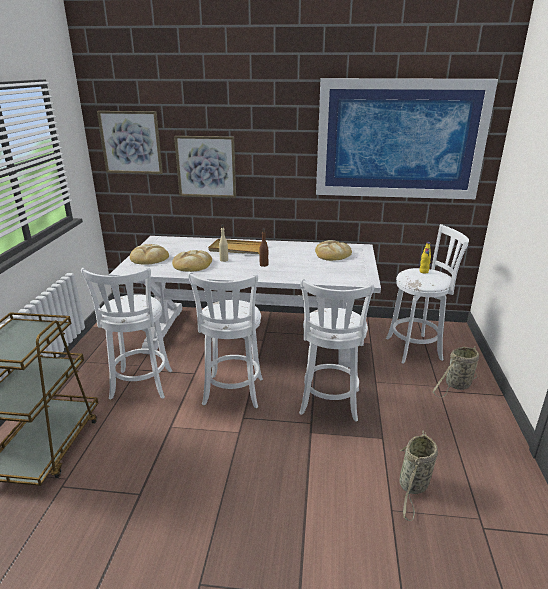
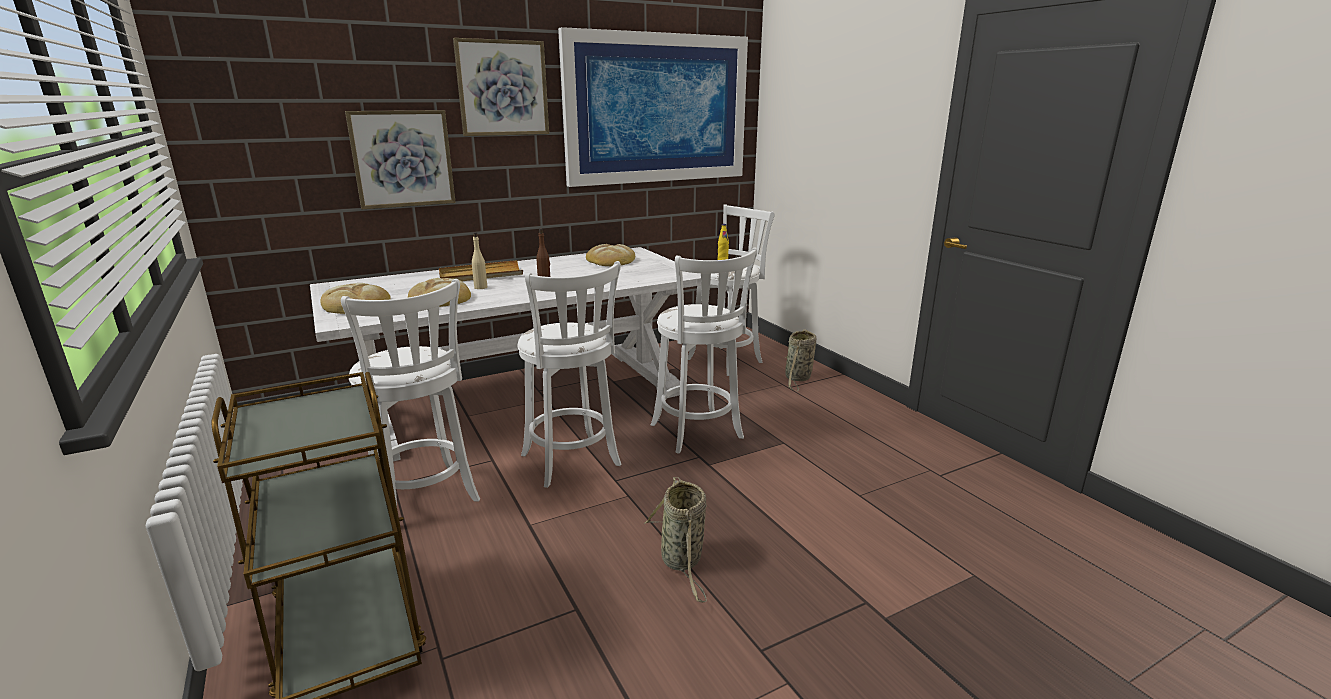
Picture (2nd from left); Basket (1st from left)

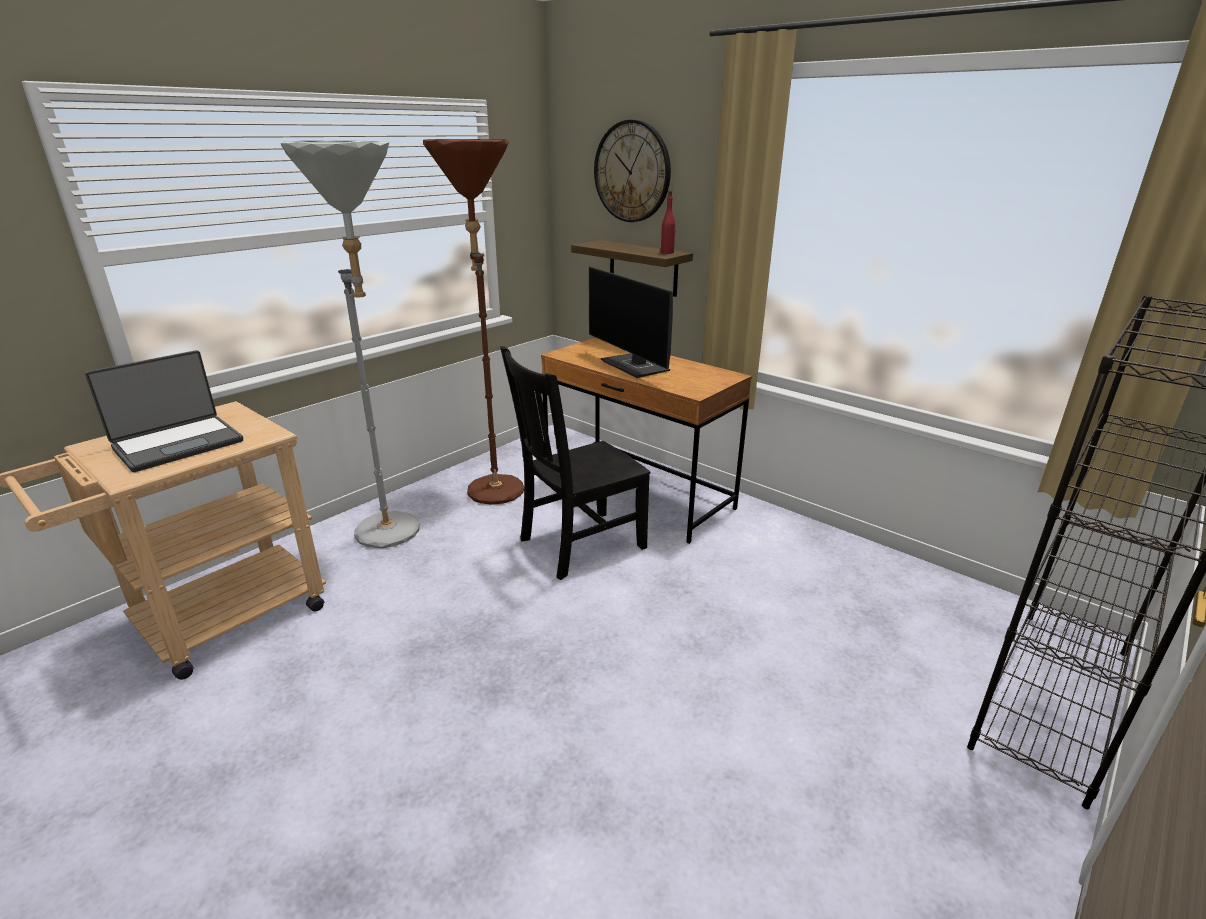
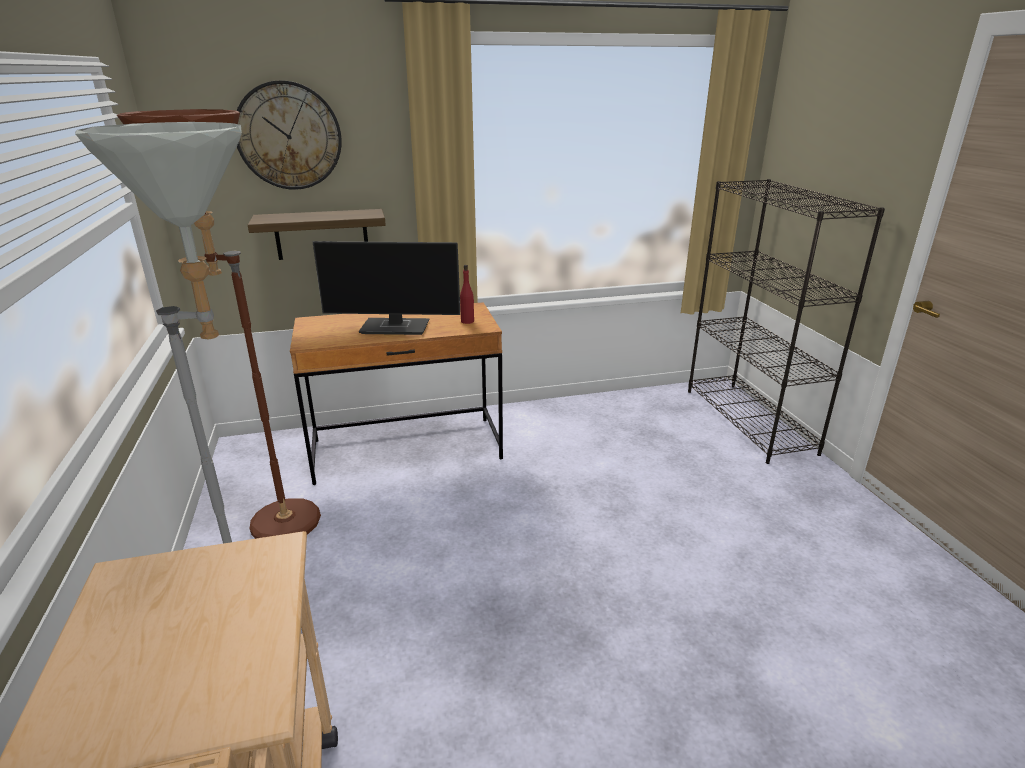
Laptop; BlackChair; RedBottle

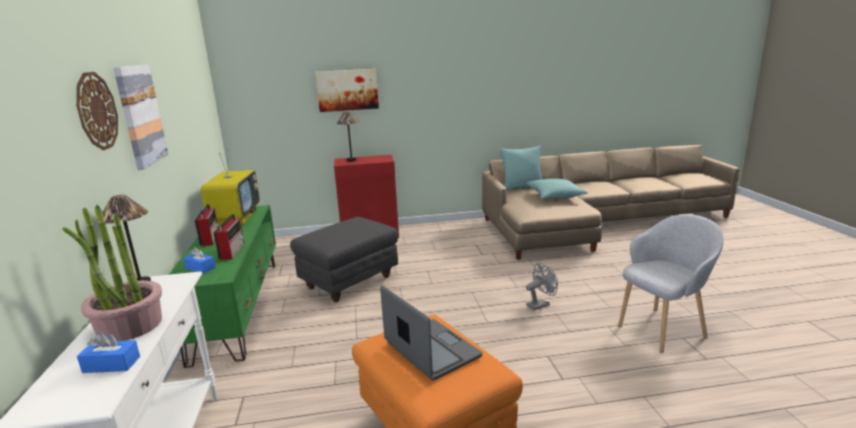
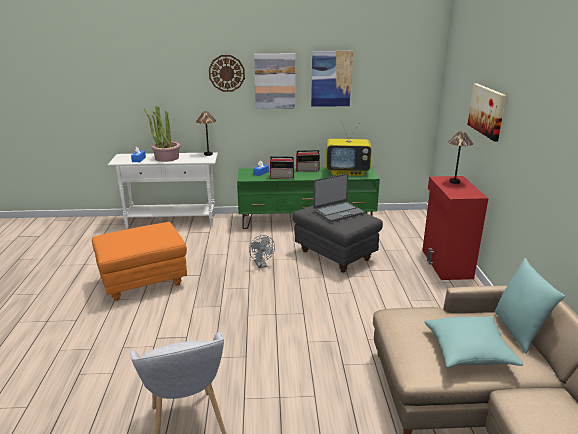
Laptop; GreyFan; Picture (2nd from left)

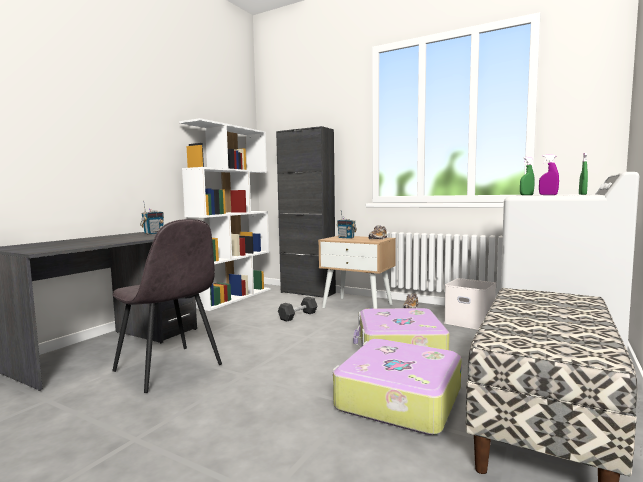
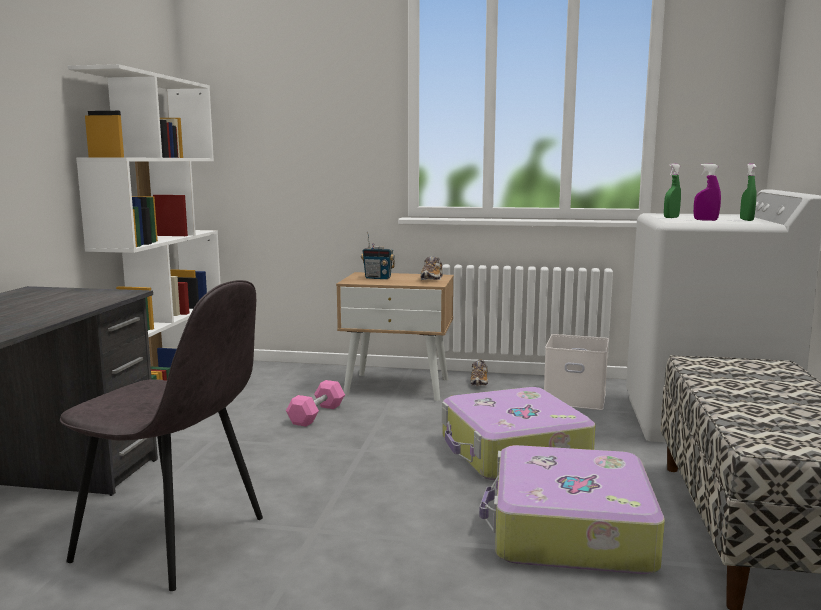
Radio (1st from left in the first image); BlackCabinet; PinkDumbbell

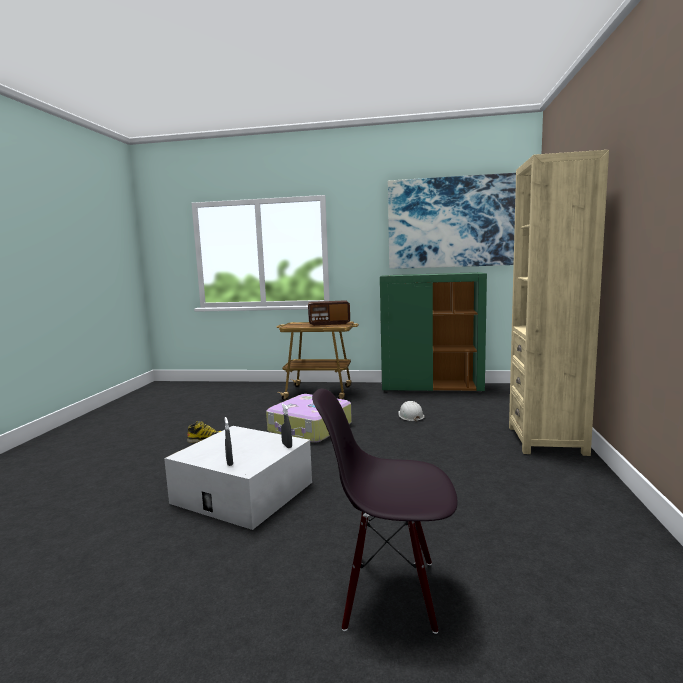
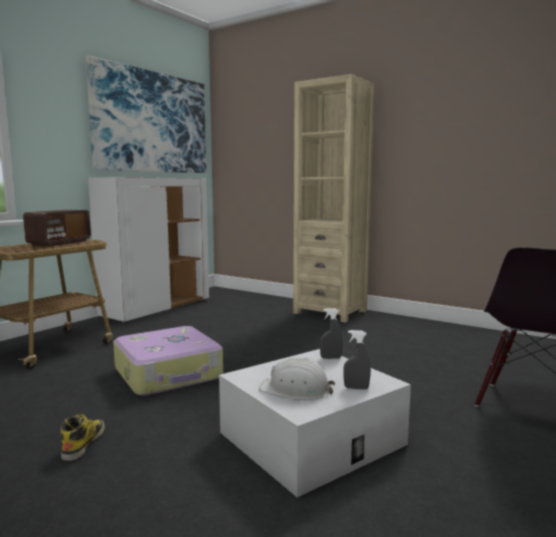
WhiteCabinet; WhiteHardHat

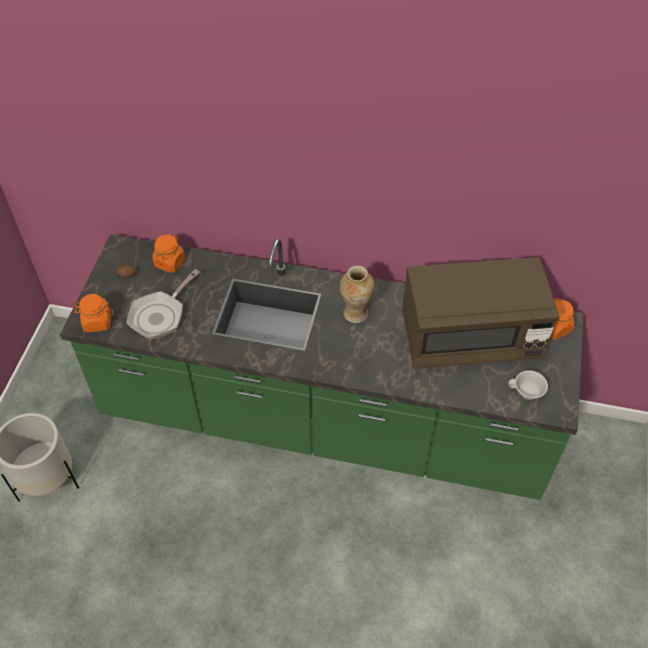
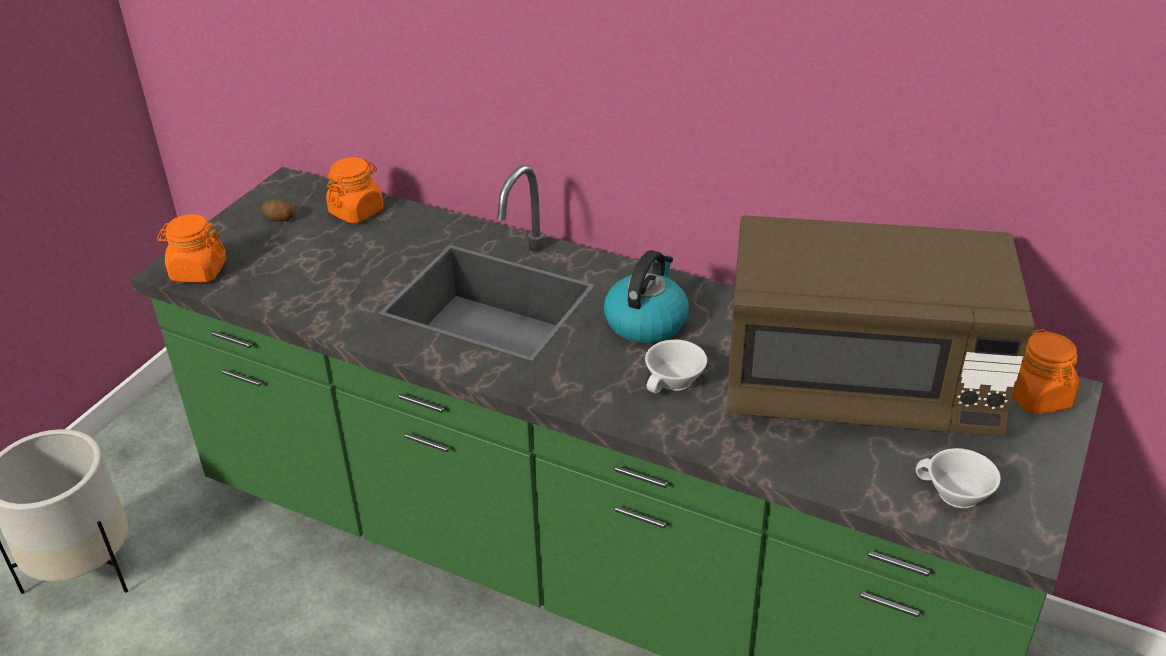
FryingPan; Kettle; WhiteCup (1st from left)

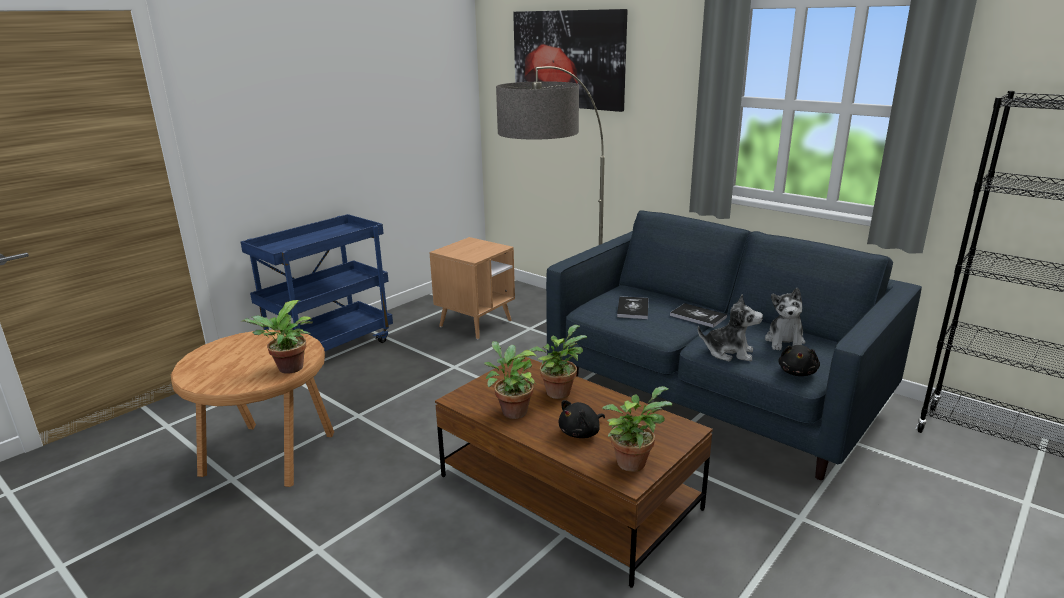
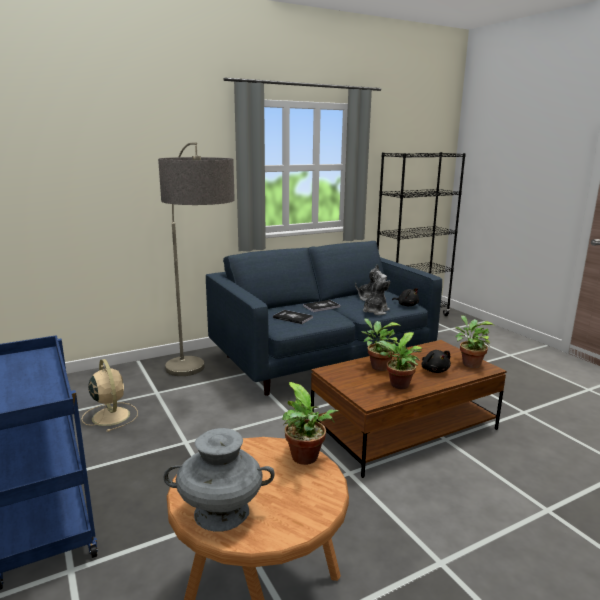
BeigeFan; Picture; GreyVase

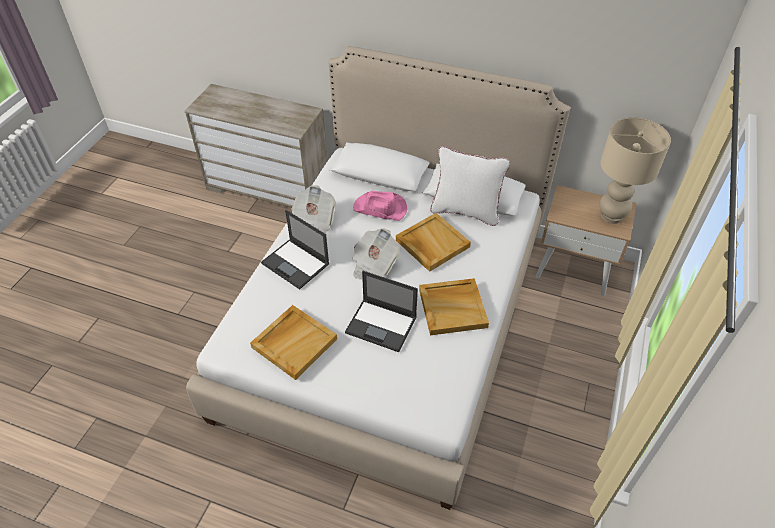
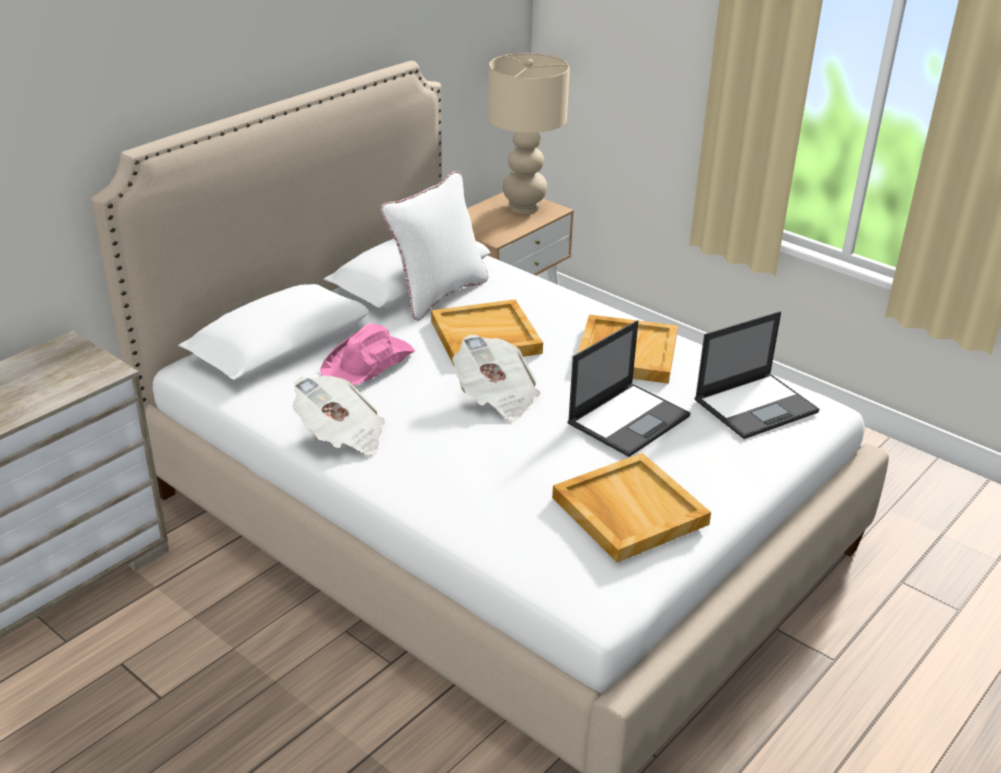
Laptop (2nd from left)

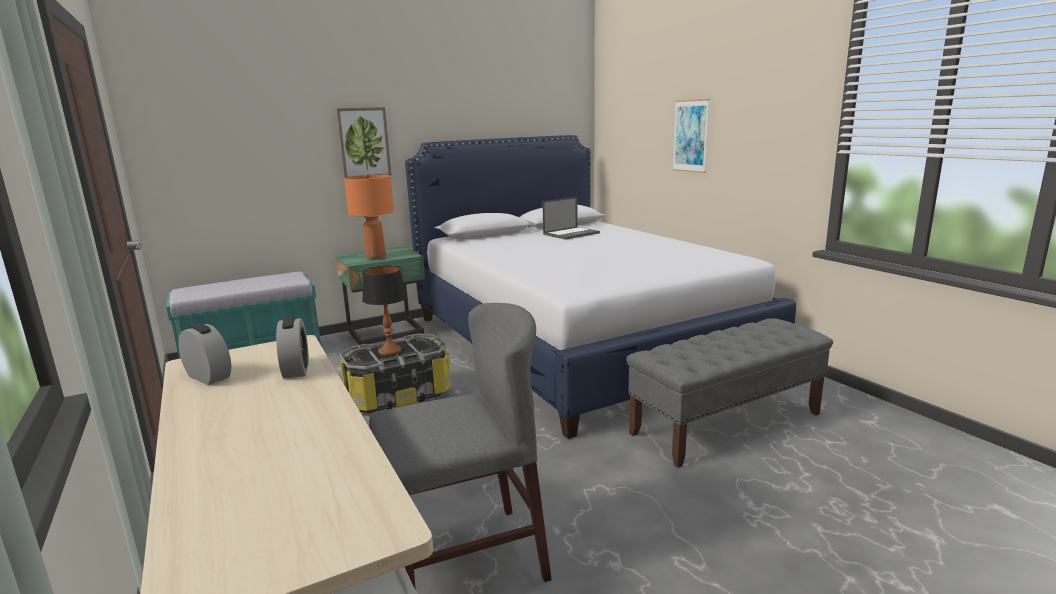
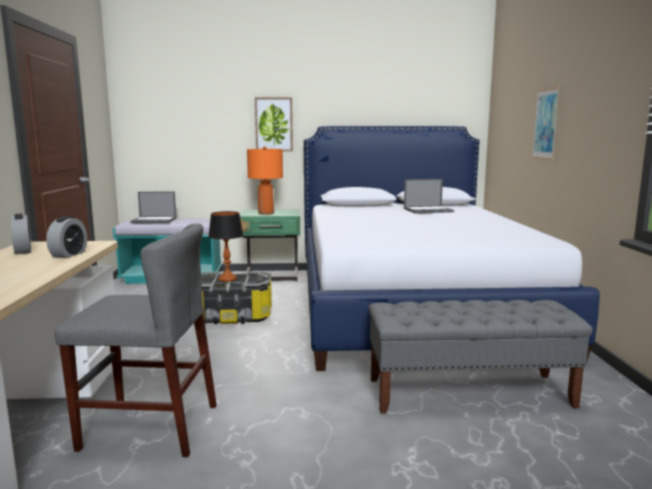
Laptop (1st from left)

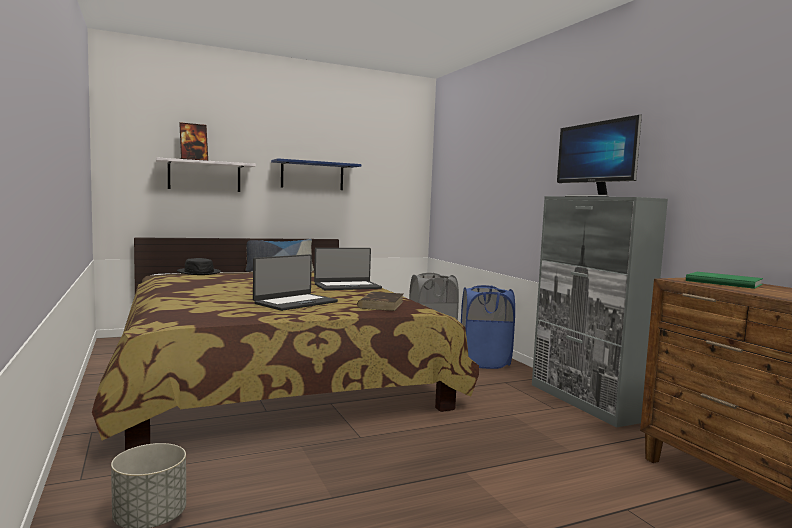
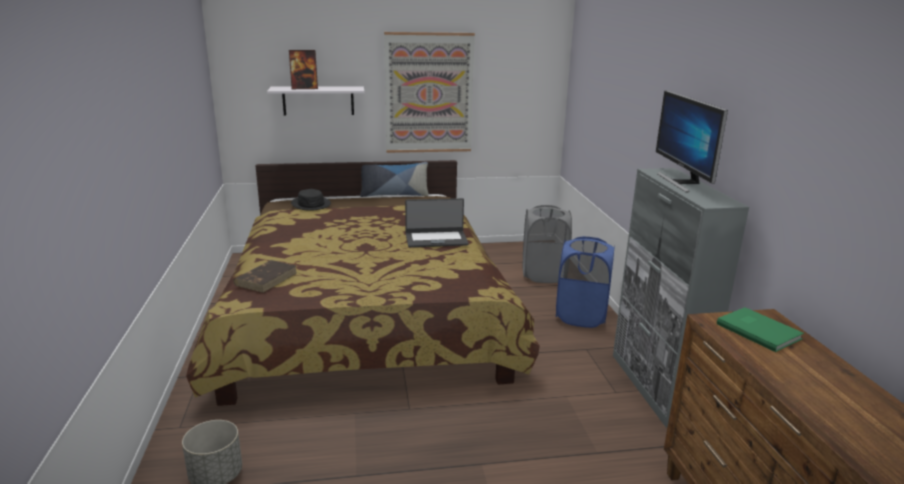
Laptop (1st from left in the first image); Picture; BrownBook

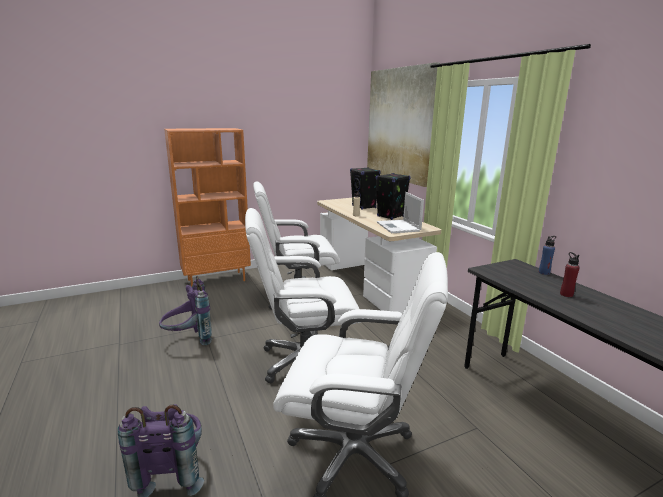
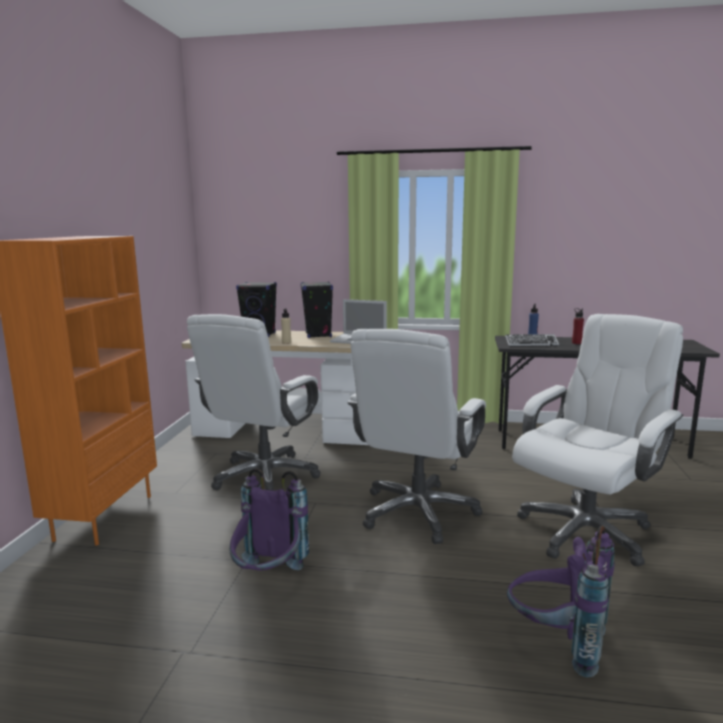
Picture; Keyboard

